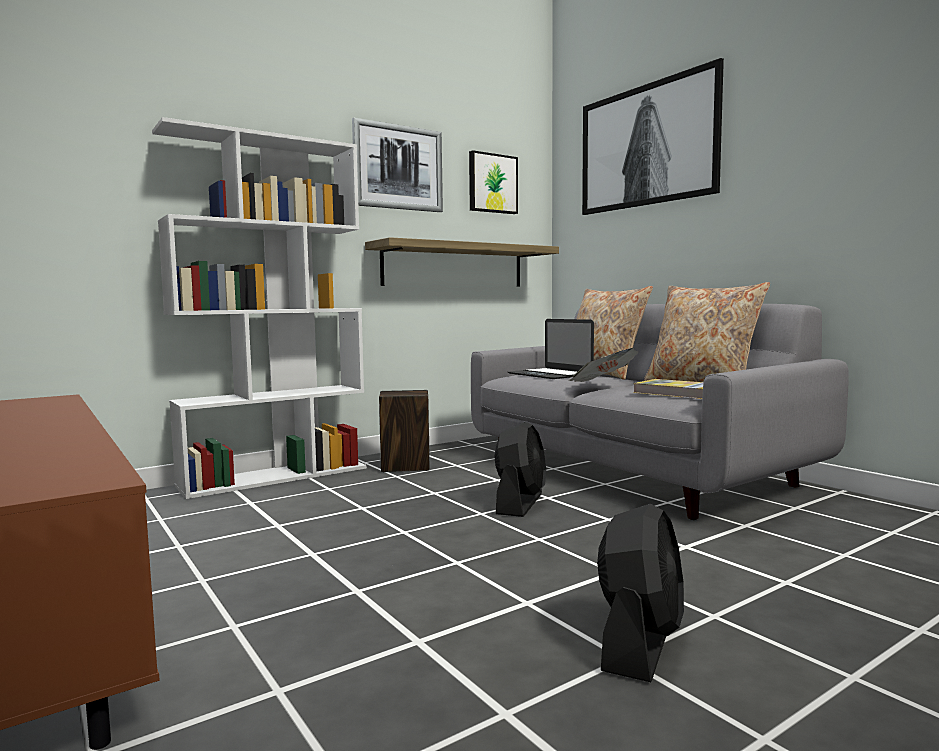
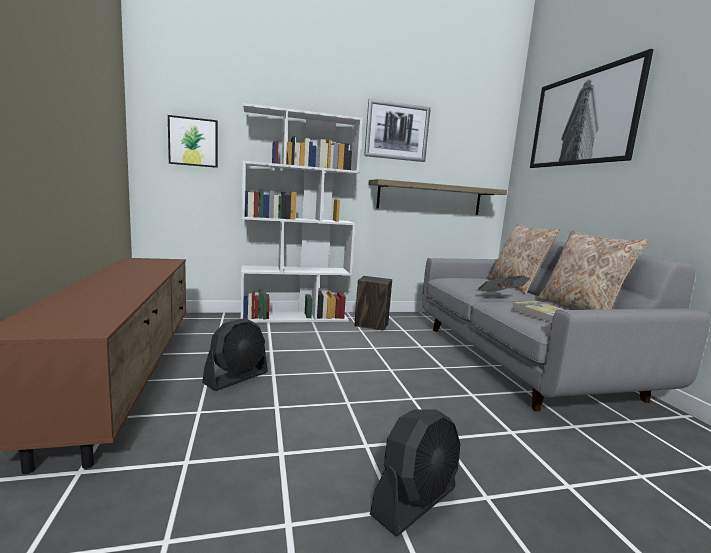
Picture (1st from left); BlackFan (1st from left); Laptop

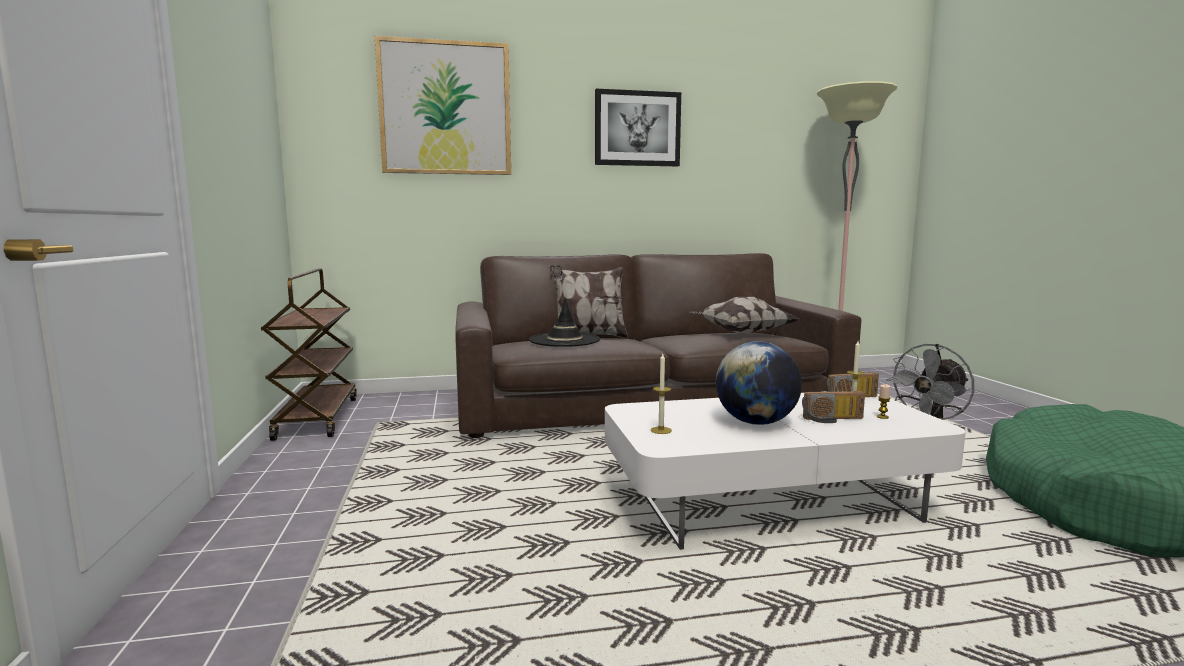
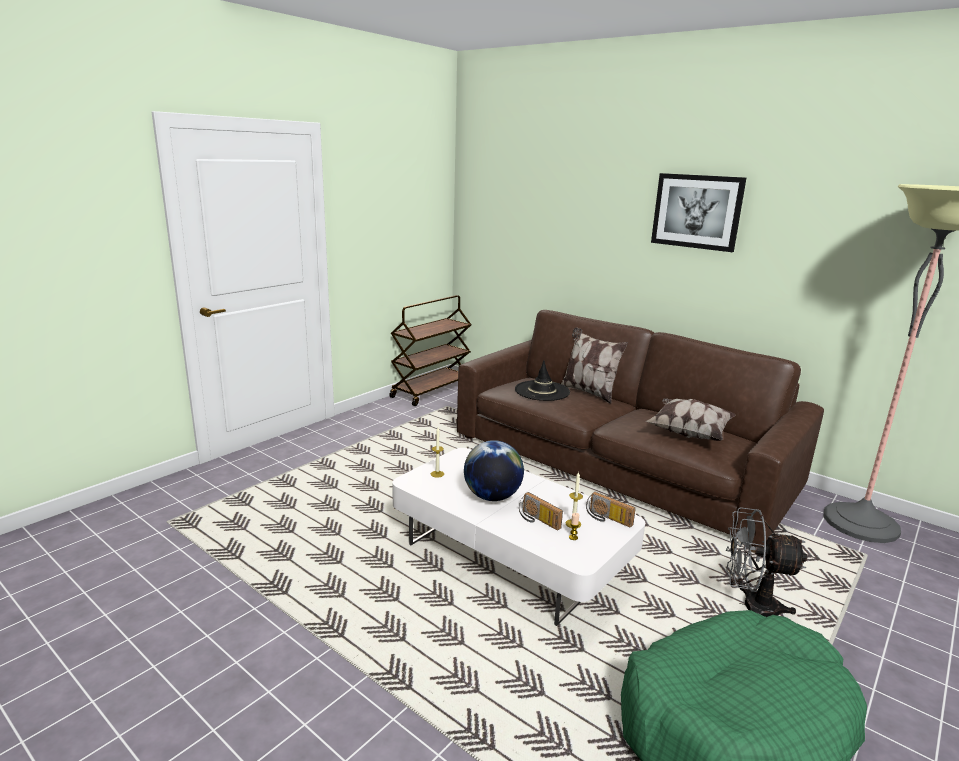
Picture (1st from left in the first image)

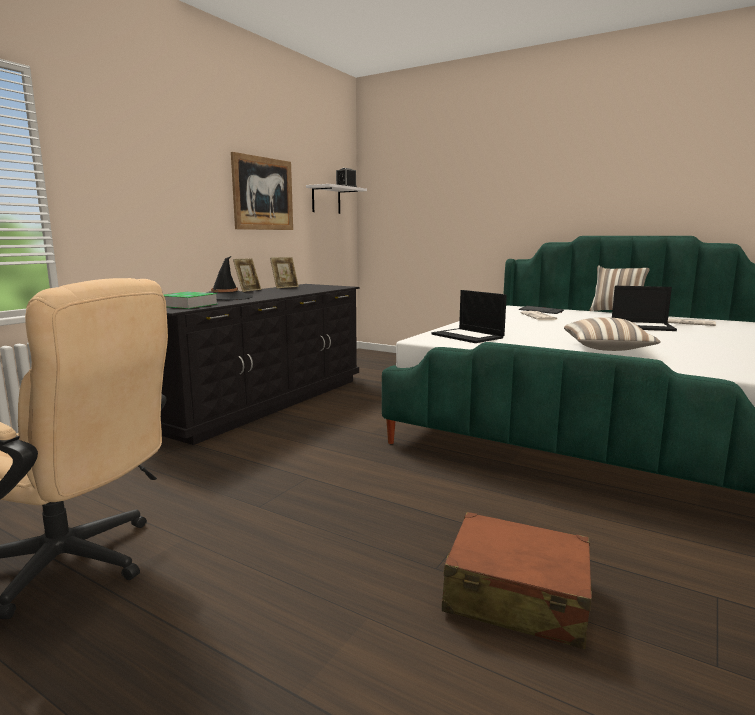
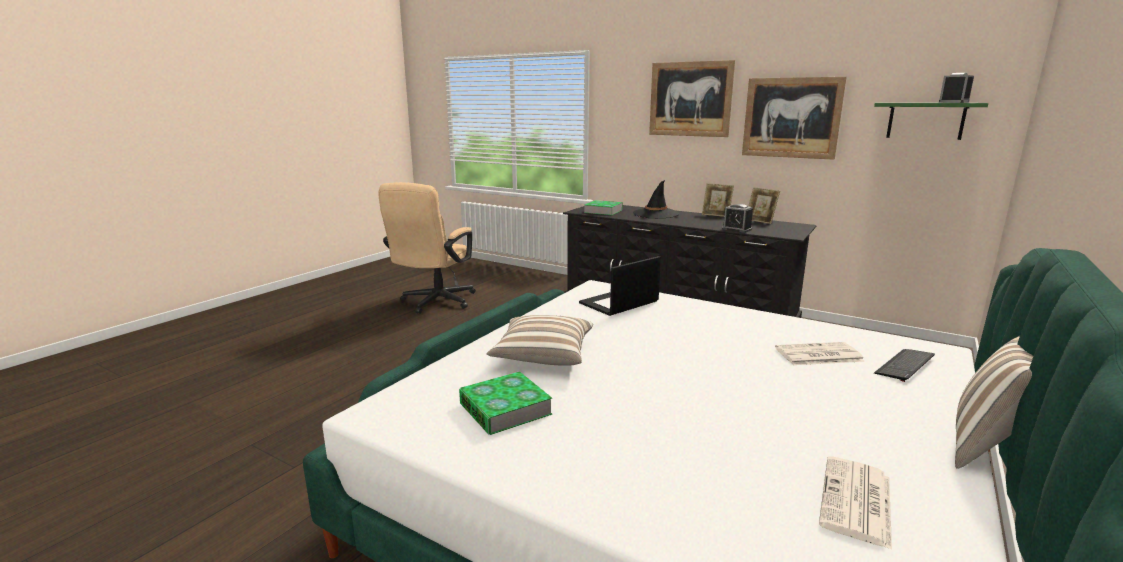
GreenShelf; BrownSuitcase; Laptop (2nd from left in the first image); Book (1st from left); Picture (1st from left); AlarmClock (1st from left)

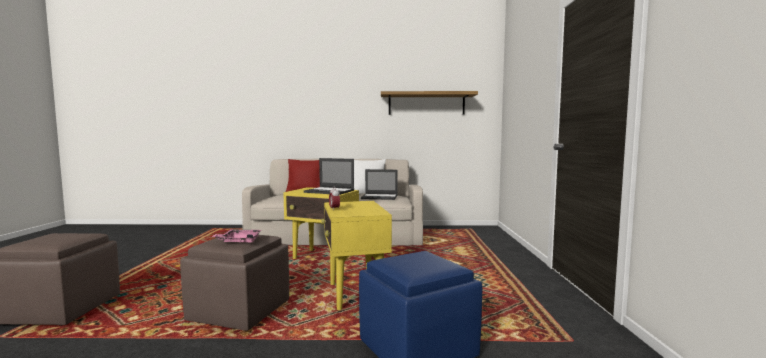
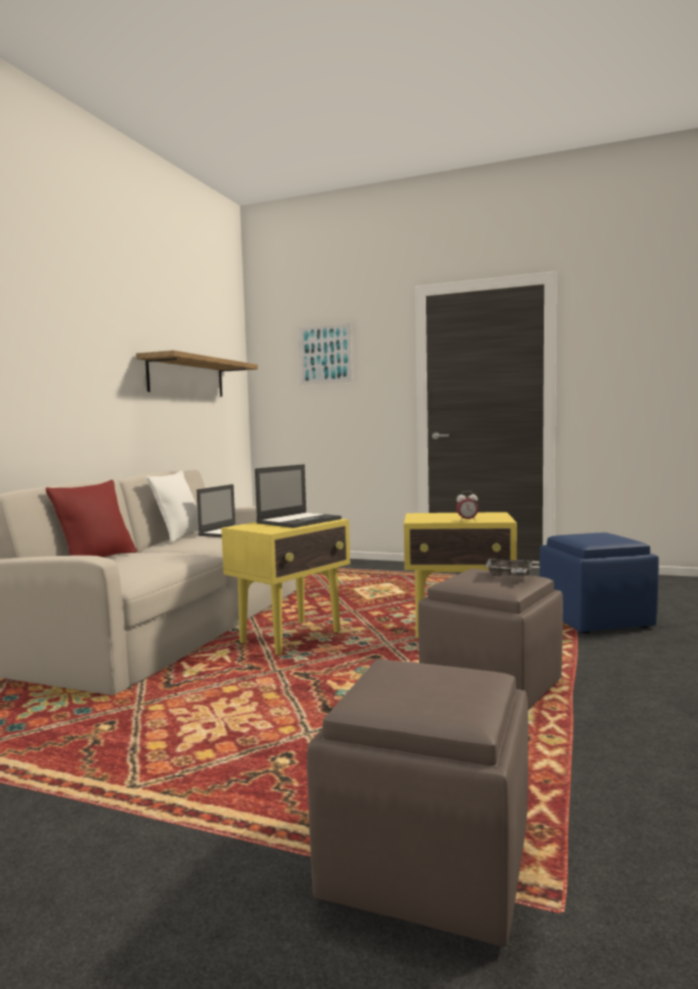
GreyTray; Picture

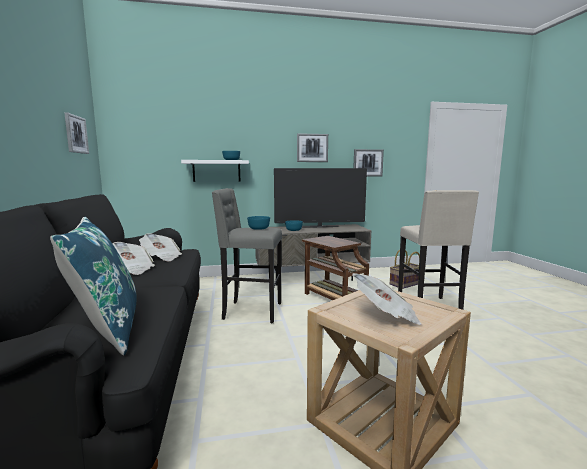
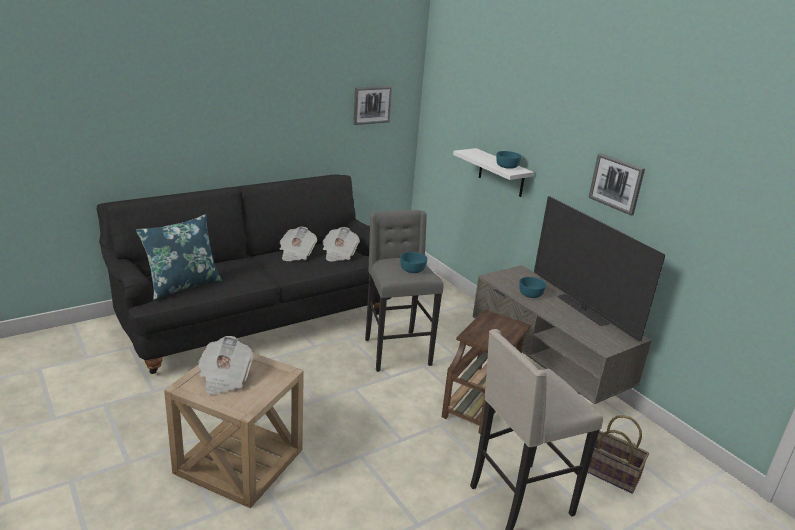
Picture (3rd from left in the first image)

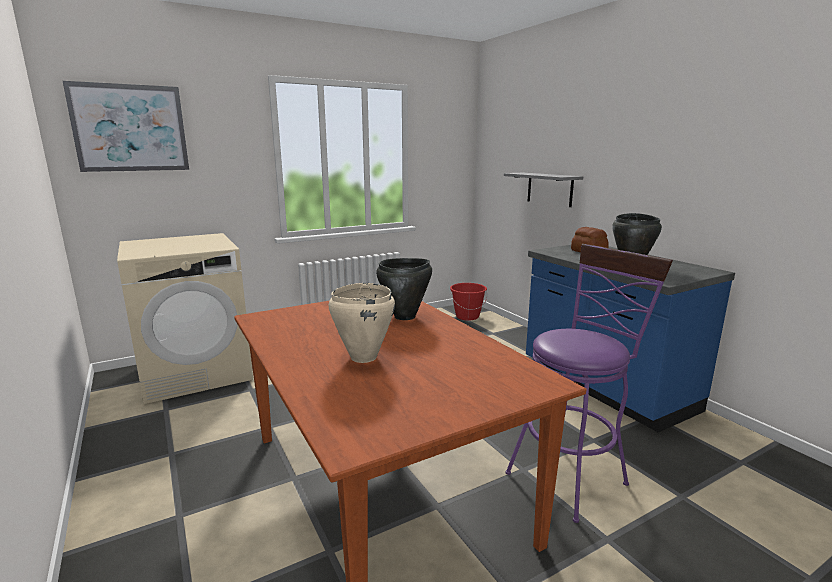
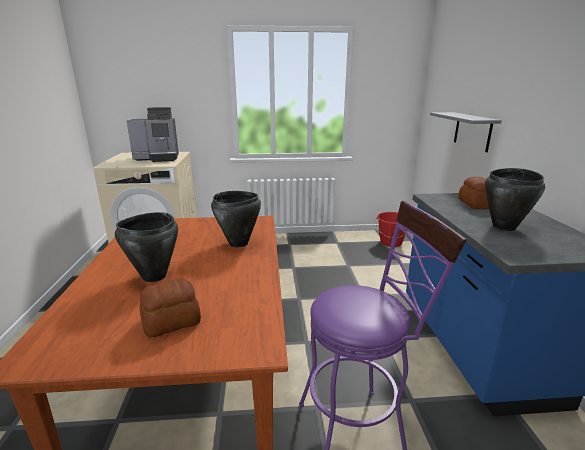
Picture; BlackCookingPot (1st from left); CoffeeMachine; Bread (1st from left)

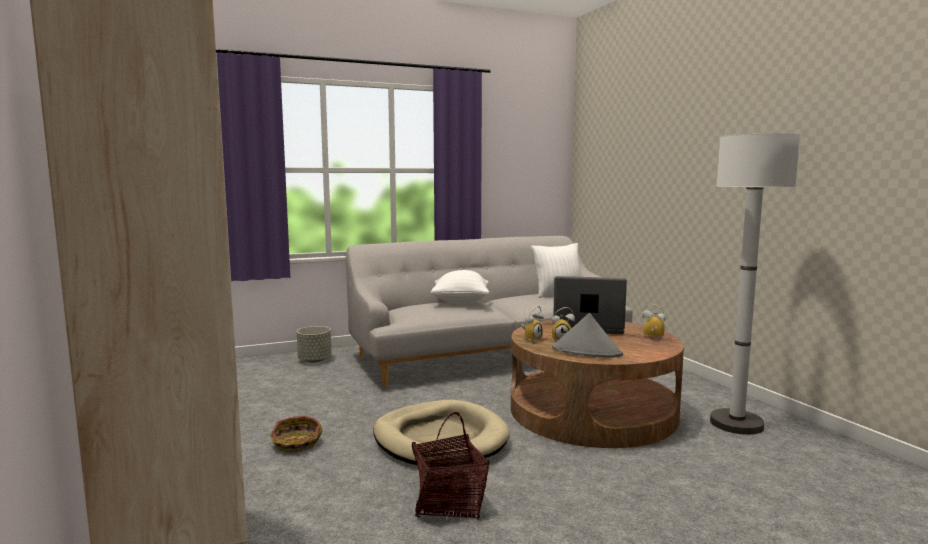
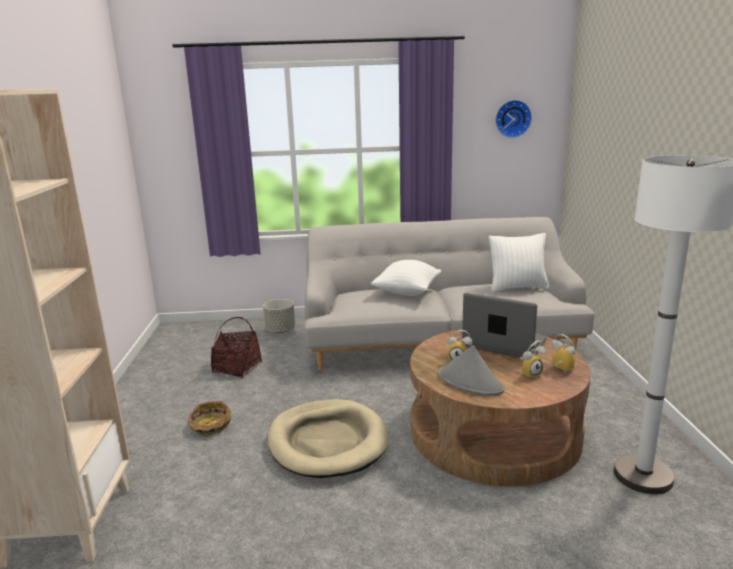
Basket (2nd from left); AlarmClock (2nd from left); WallClock

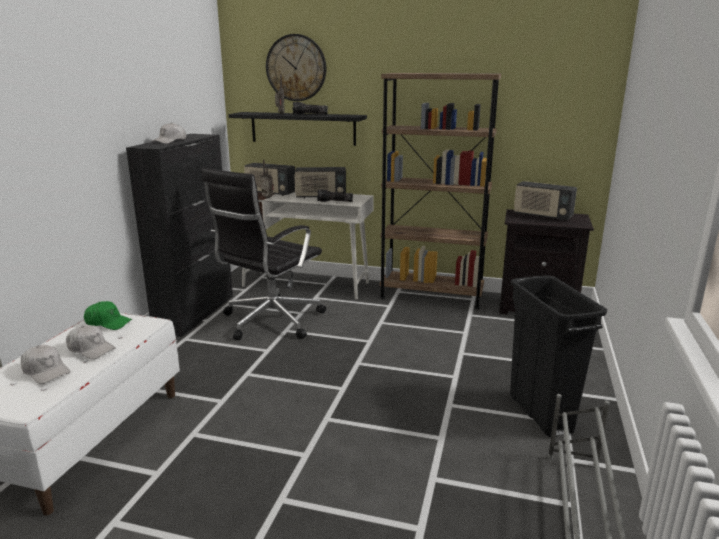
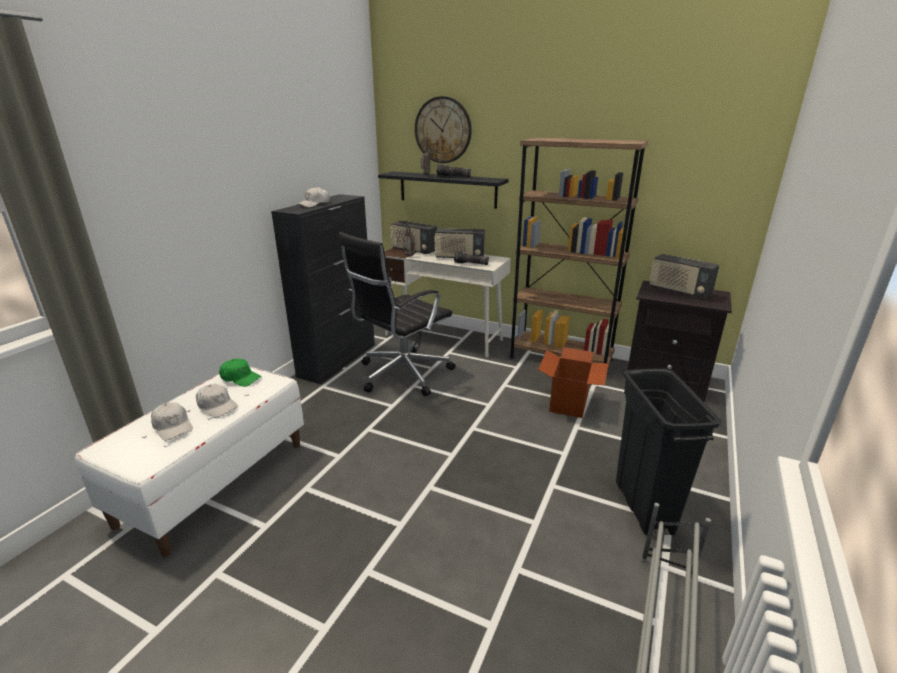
CardboardBox

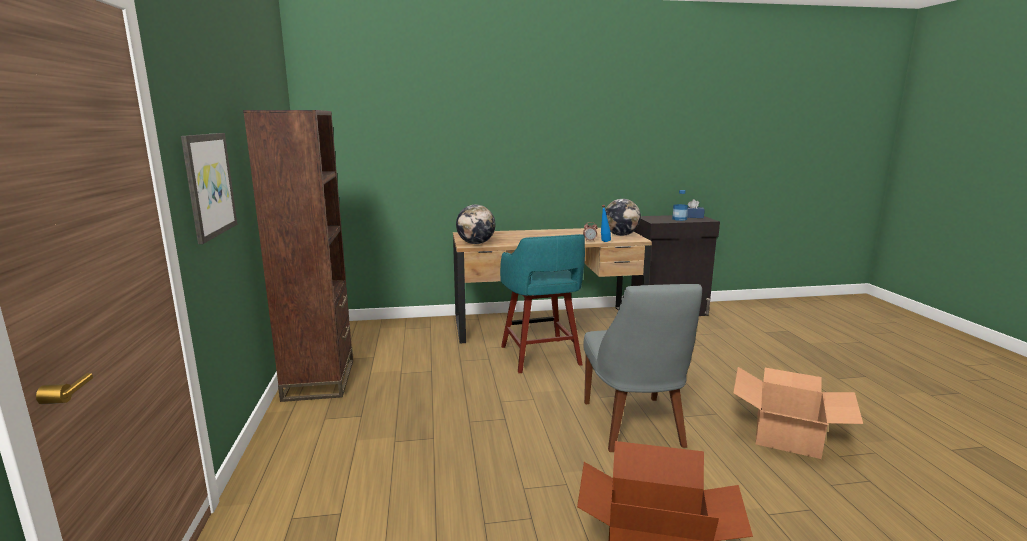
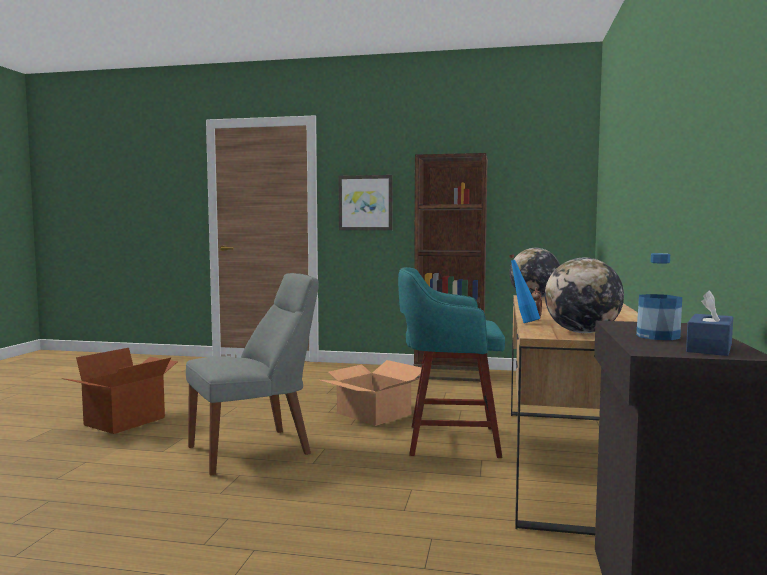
GreyChair; CardboardBox (2nd from left)

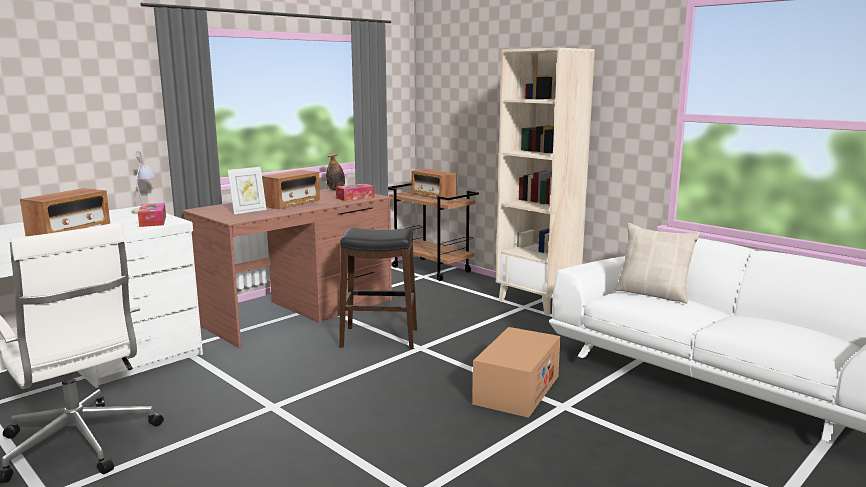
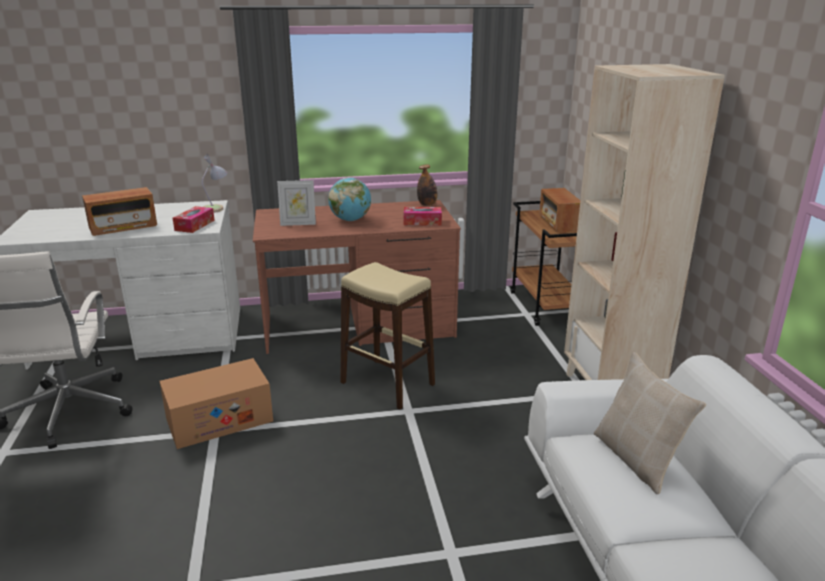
Globe; BeigeStool; CardboardBox

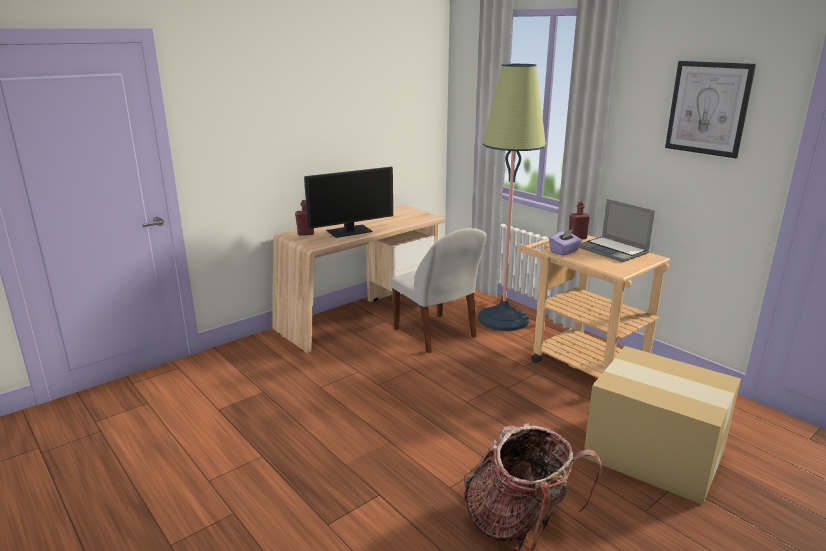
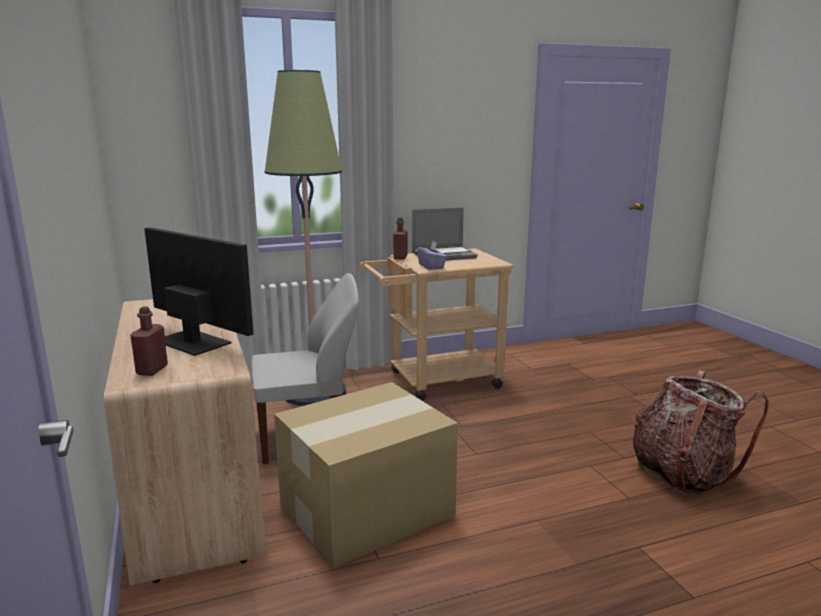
Monitor; CardboardBox; Picture

